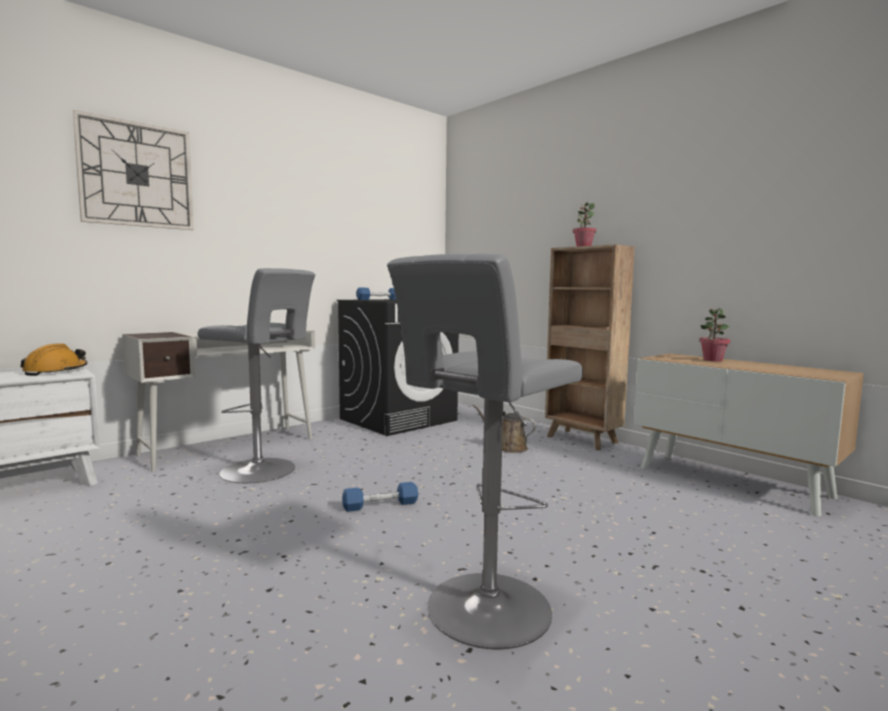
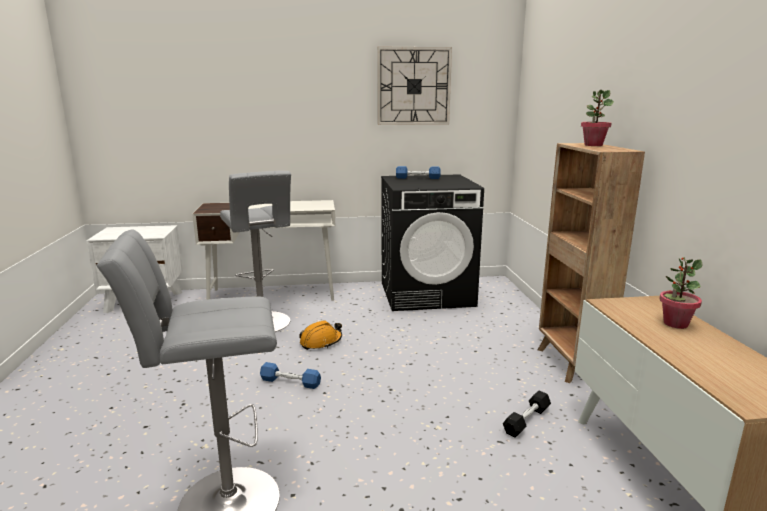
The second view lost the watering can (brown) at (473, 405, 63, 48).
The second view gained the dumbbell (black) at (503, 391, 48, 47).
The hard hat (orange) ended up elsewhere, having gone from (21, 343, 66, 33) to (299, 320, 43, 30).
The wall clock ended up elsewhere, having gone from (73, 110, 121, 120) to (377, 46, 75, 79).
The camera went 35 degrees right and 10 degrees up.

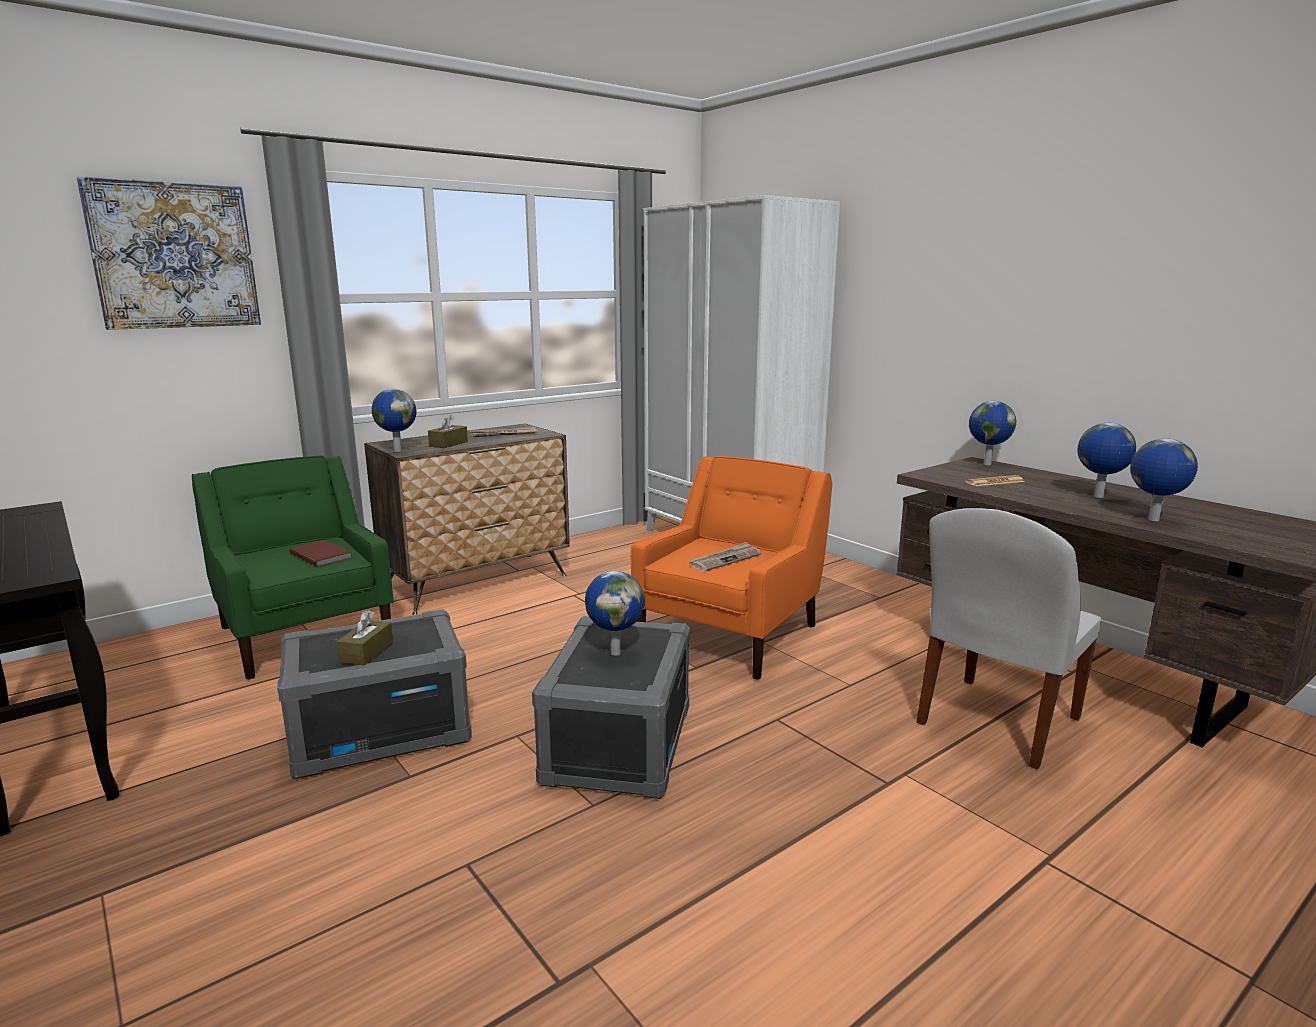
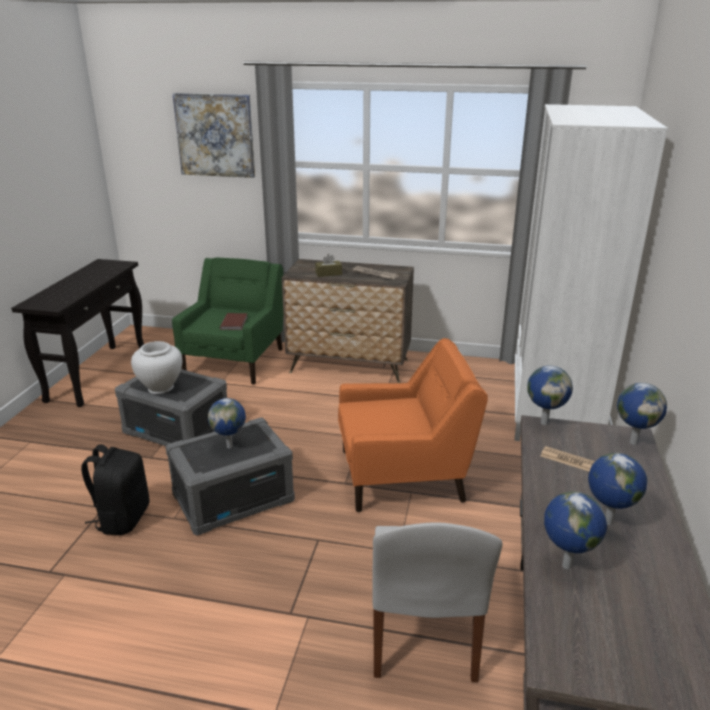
The second view lost the newspaper at (689, 542, 72, 30).
The second view gained the backpack (black) at (81, 444, 68, 91).
The globe ended up elsewhere, having gone from (372, 389, 44, 63) to (527, 365, 46, 60).
Where the tissue box (brown) stood at (337, 610, 56, 55), the vase (white) came to stand at (131, 341, 51, 53).
The chair (white) at (916, 508, 185, 261) ended up facing another way, 90 degrees counterclockwise from before.
The camera went 50 degrees right and 10 degrees up.

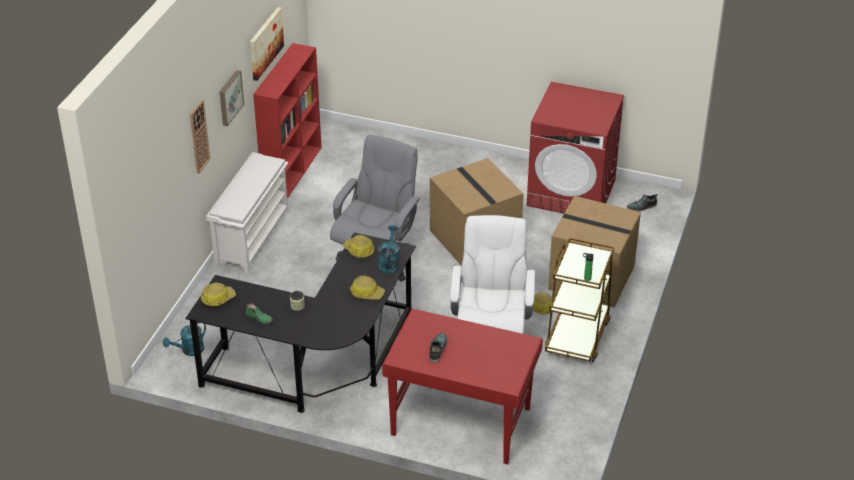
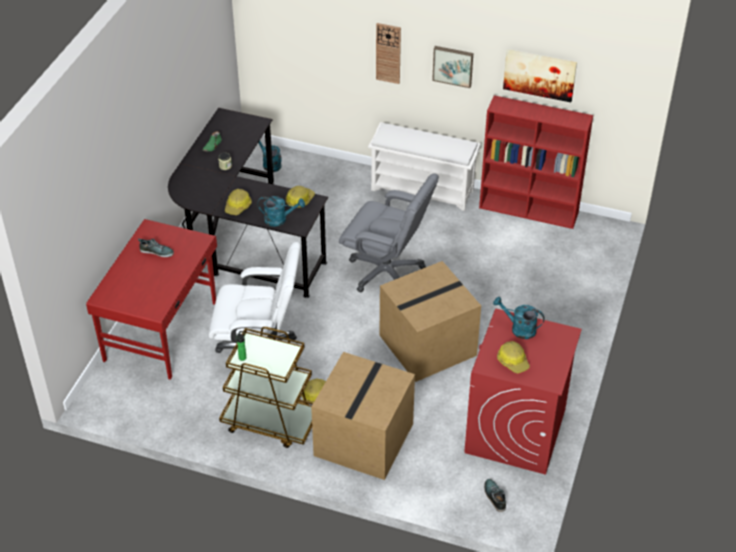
The second view gained the watering can (turquoise) at (493, 297, 52, 42).
The hard hat ended up elsewhere, having gone from (201, 283, 35, 23) to (497, 341, 33, 32).
The camera went 90 degrees right and 5 degrees up.

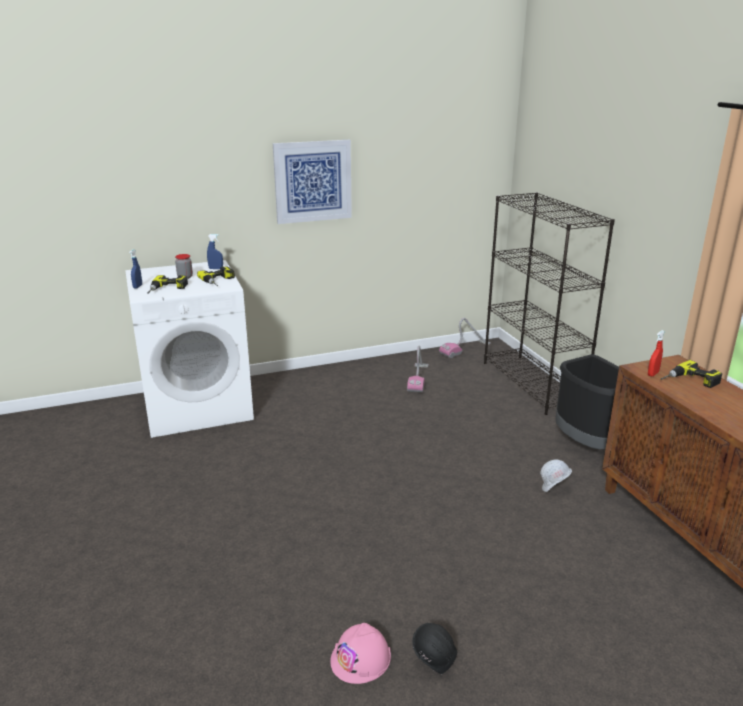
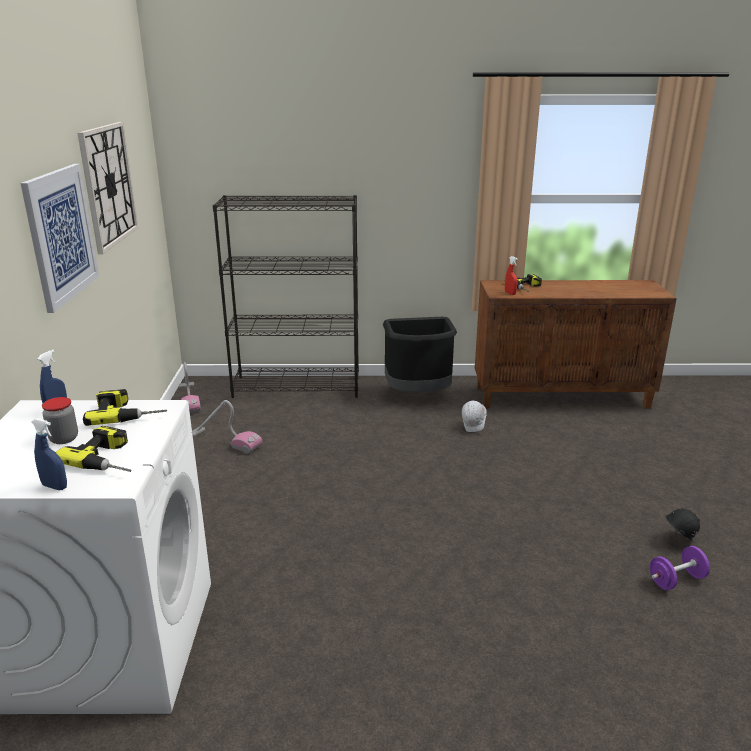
The second view gained the wall clock at (78, 122, 60, 132).
Where the hard hat (pink) stood at (330, 623, 61, 61), the dumbbell (purple) came to stand at (650, 546, 60, 44).
The camera went 70 degrees left and 0 degrees up.

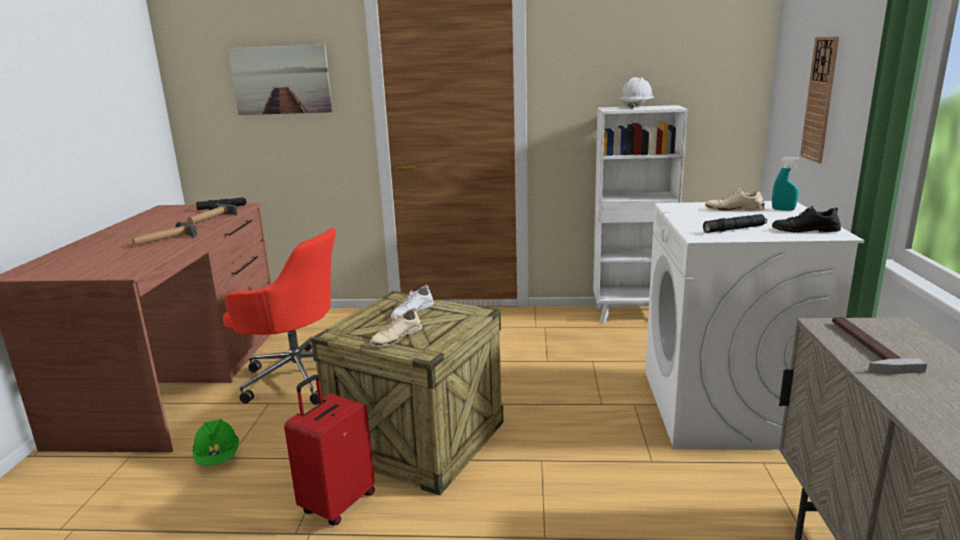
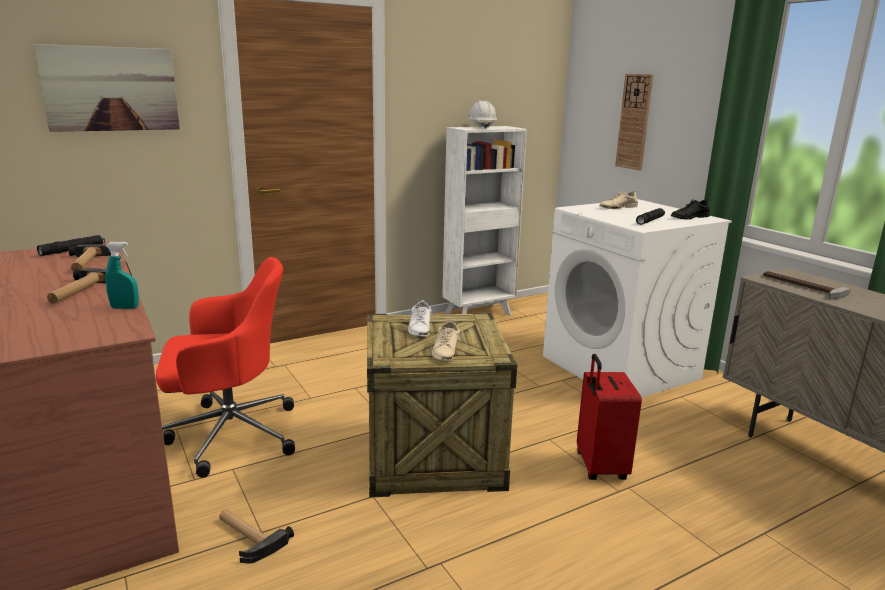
The suitcase (red) ended up elsewhere, having gone from (284, 375, 91, 151) to (577, 354, 65, 126).
The spray bottle (turquoise) ended up elsewhere, having gone from (772, 157, 28, 54) to (105, 242, 34, 67).
Where the hard hat (green) stood at (192, 419, 47, 47), the hammer came to stand at (219, 510, 75, 54).
The camera went 35 degrees left and 0 degrees up.

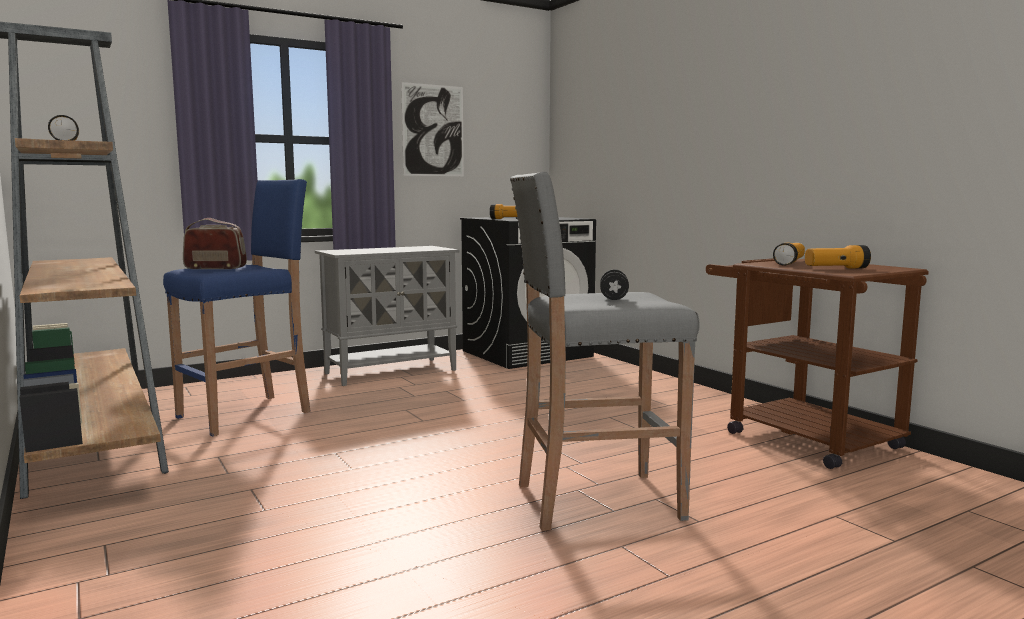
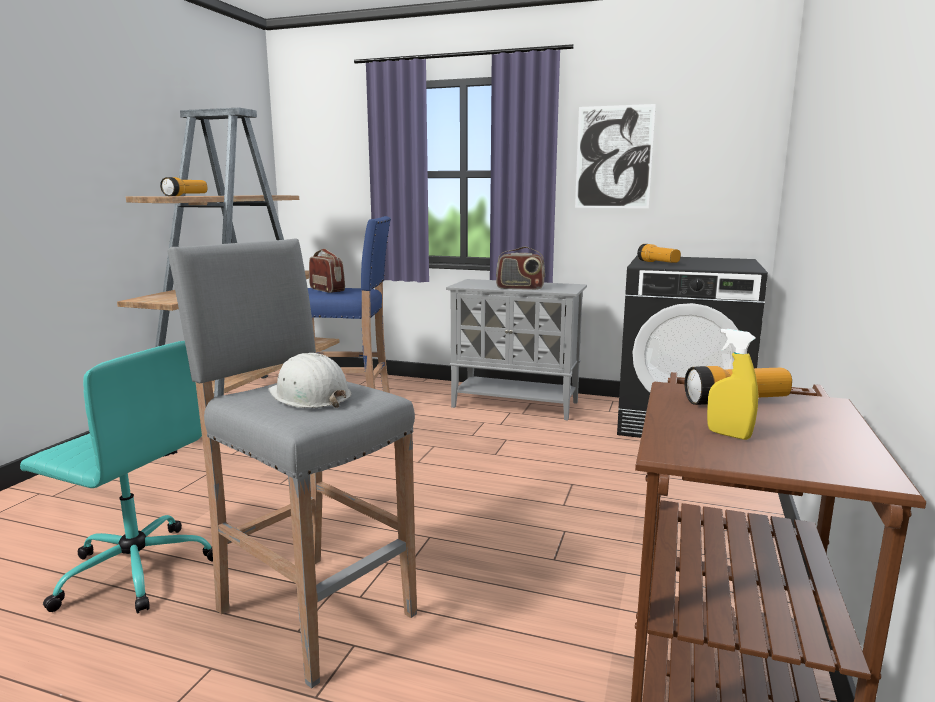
The second view gained the office chair (turquoise) at (20, 341, 193, 272).
The second view gained the radio at (496, 247, 49, 43).
Where the dumbbell (black) stood at (600, 269, 29, 31), the hard hat (white) came to stand at (268, 353, 83, 55).
Where the flashlight stood at (805, 245, 66, 23), the spray bottle (yellow) came to stand at (707, 329, 51, 111).
The camera went 50 degrees right and 5 degrees up.

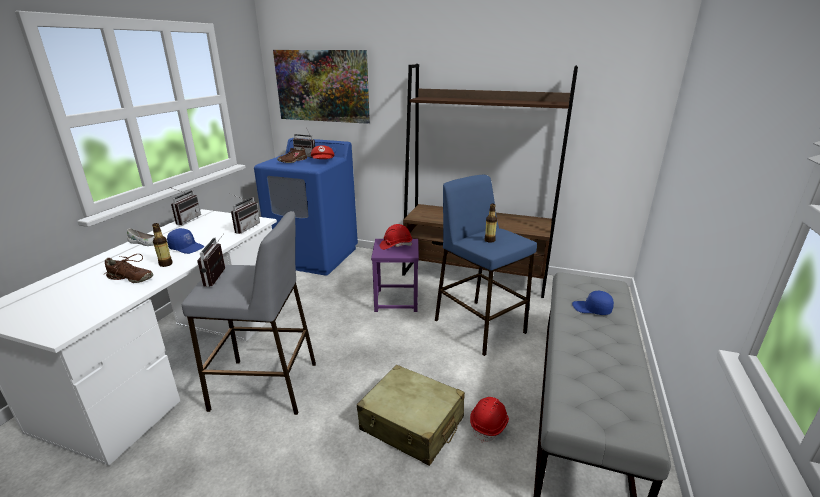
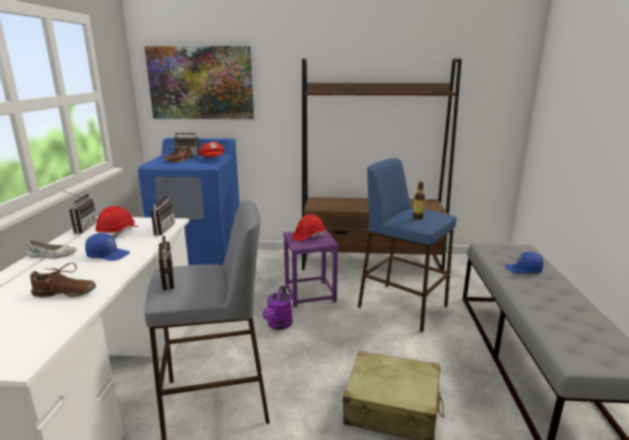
The second view lost the bottle at (152, 223, 20, 44).
The second view gained the watering can (purple) at (263, 286, 30, 44).
The hard hat (red) ended up elsewhere, having gone from (470, 397, 39, 46) to (95, 206, 43, 33).
The camera went 15 degrees left and 5 degrees down.

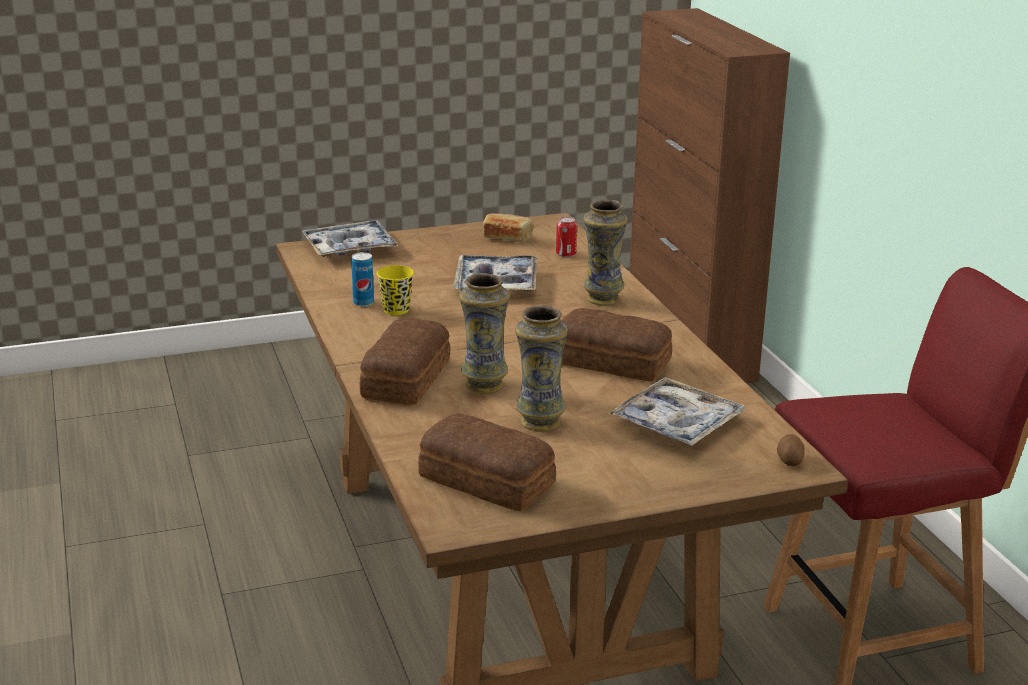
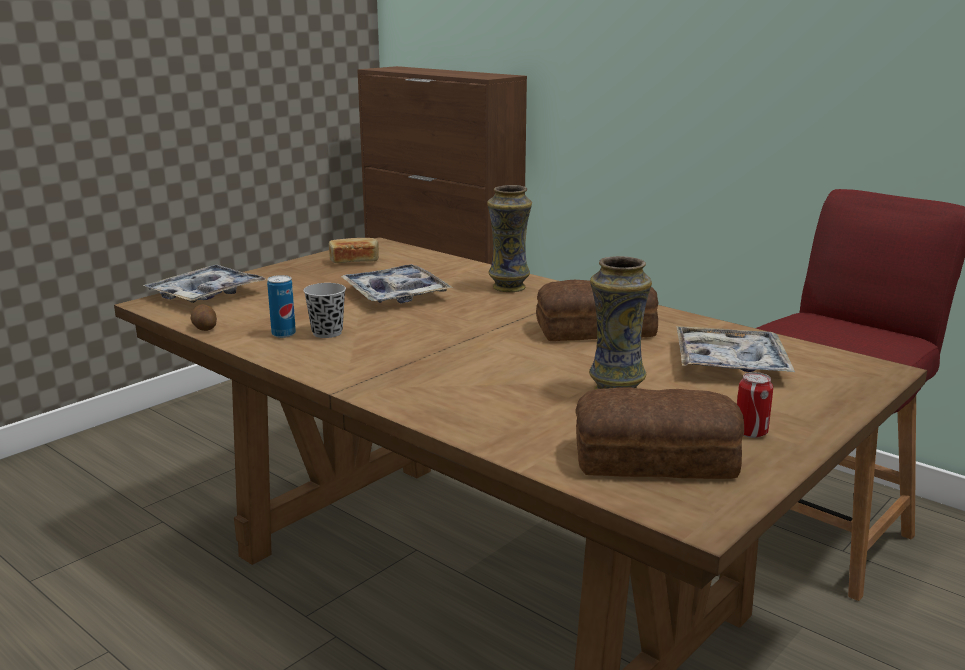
The second view lost the bread at (360, 318, 91, 87).
The second view lost the vase at (459, 273, 50, 120).
The can ended up elsewhere, having gone from (556, 217, 21, 40) to (737, 372, 36, 66).
The potato ended up elsewhere, having gone from (777, 434, 28, 32) to (190, 304, 27, 27).
What was the cup (yellow) at (377, 265, 37, 50) turned into the cup (black) at (303, 283, 43, 55).
The camera went 30 degrees left and 5 degrees down.

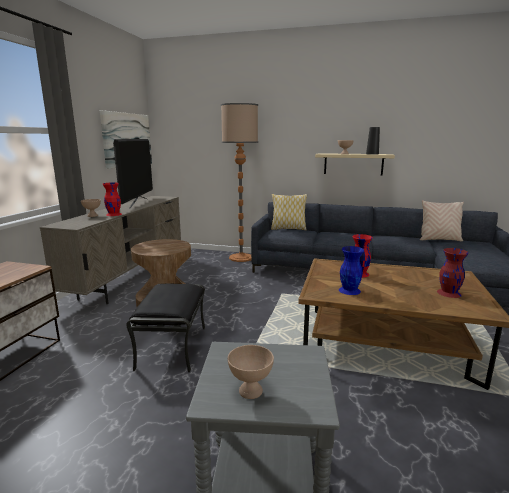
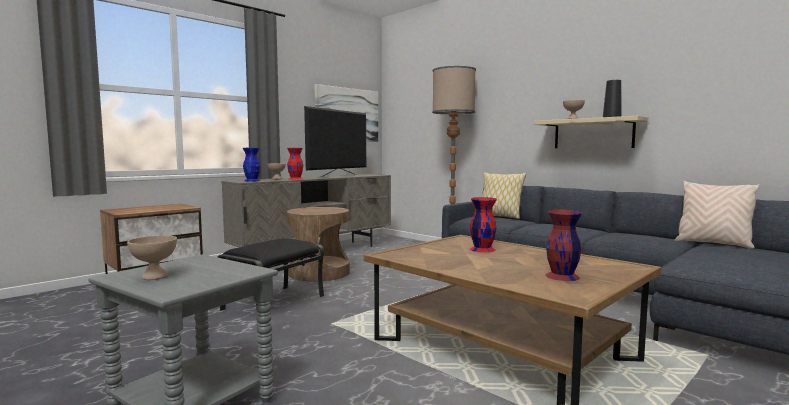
The vase (blue) ended up elsewhere, having gone from (339, 246, 25, 49) to (243, 148, 17, 33).
The camera went 30 degrees right and 10 degrees down.

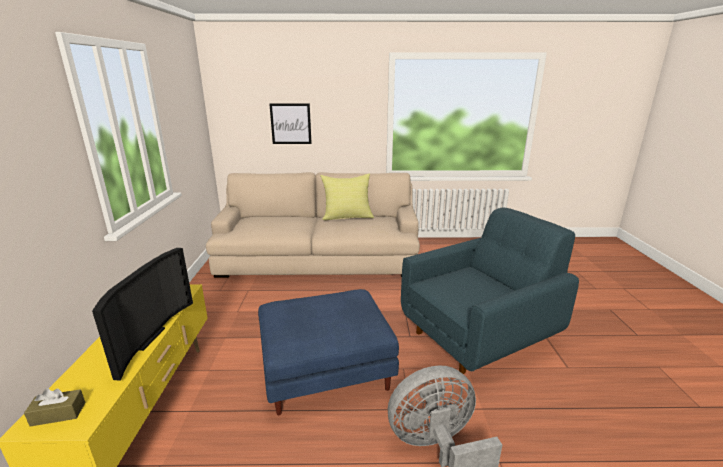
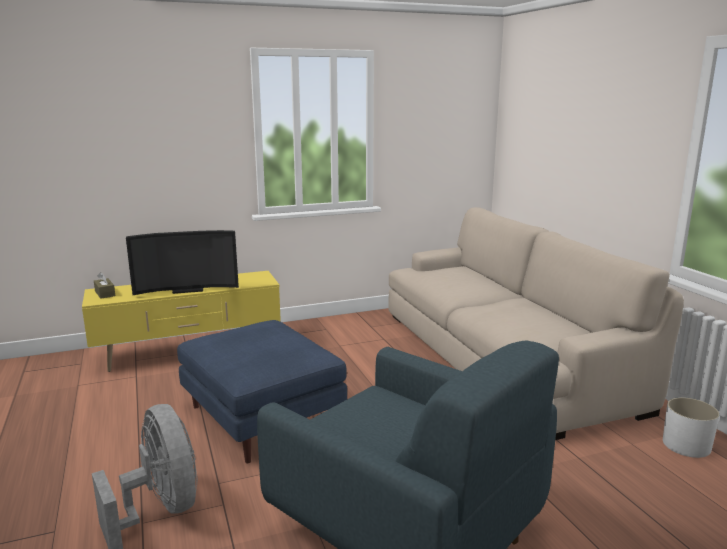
The second view lost the picture at (269, 103, 43, 41).
The second view lost the pillow (yellow) at (320, 173, 54, 47).
The second view gained the planter (white) at (663, 397, 57, 61).
The camera went 70 degrees right and 5 degrees down.

